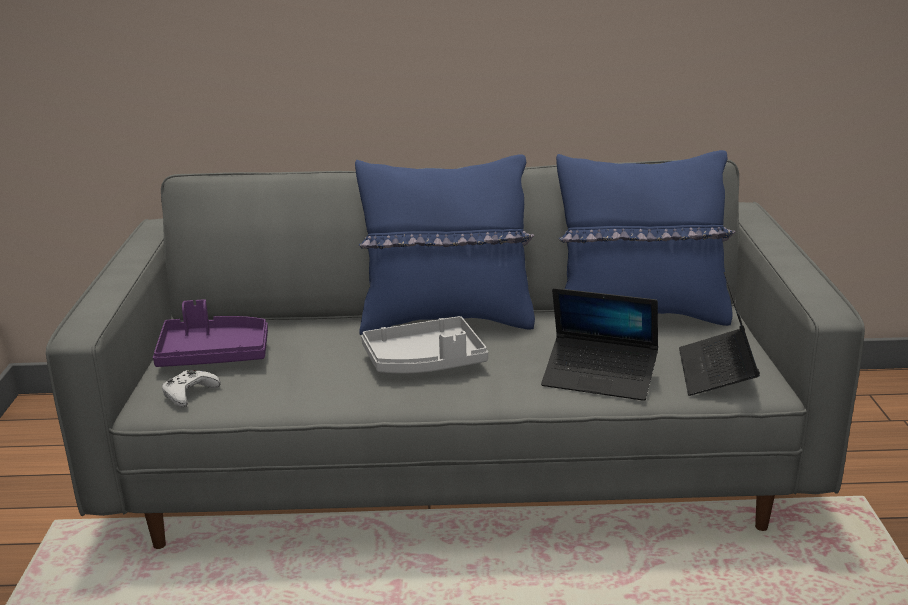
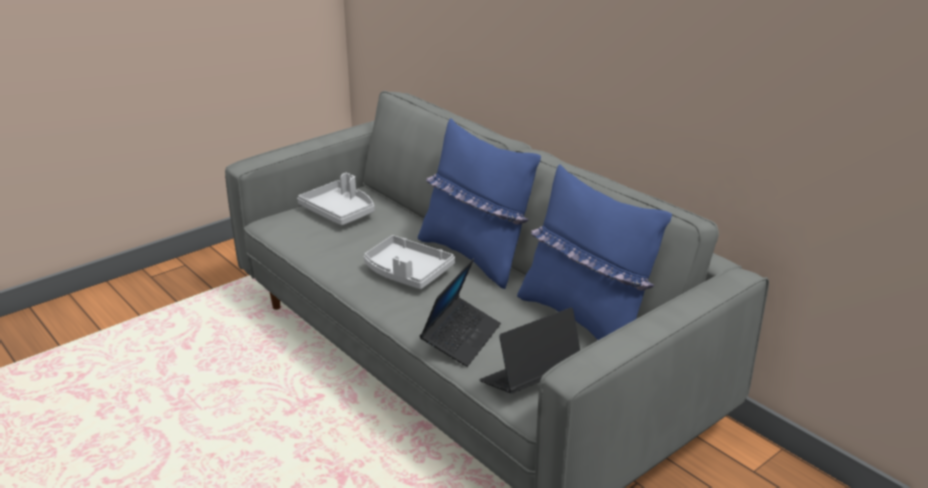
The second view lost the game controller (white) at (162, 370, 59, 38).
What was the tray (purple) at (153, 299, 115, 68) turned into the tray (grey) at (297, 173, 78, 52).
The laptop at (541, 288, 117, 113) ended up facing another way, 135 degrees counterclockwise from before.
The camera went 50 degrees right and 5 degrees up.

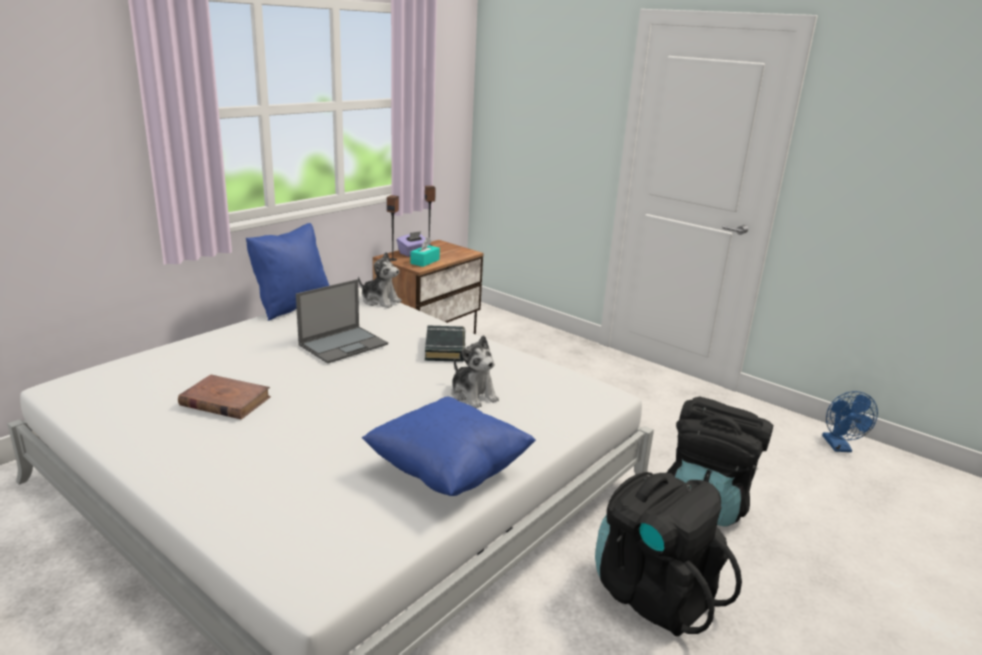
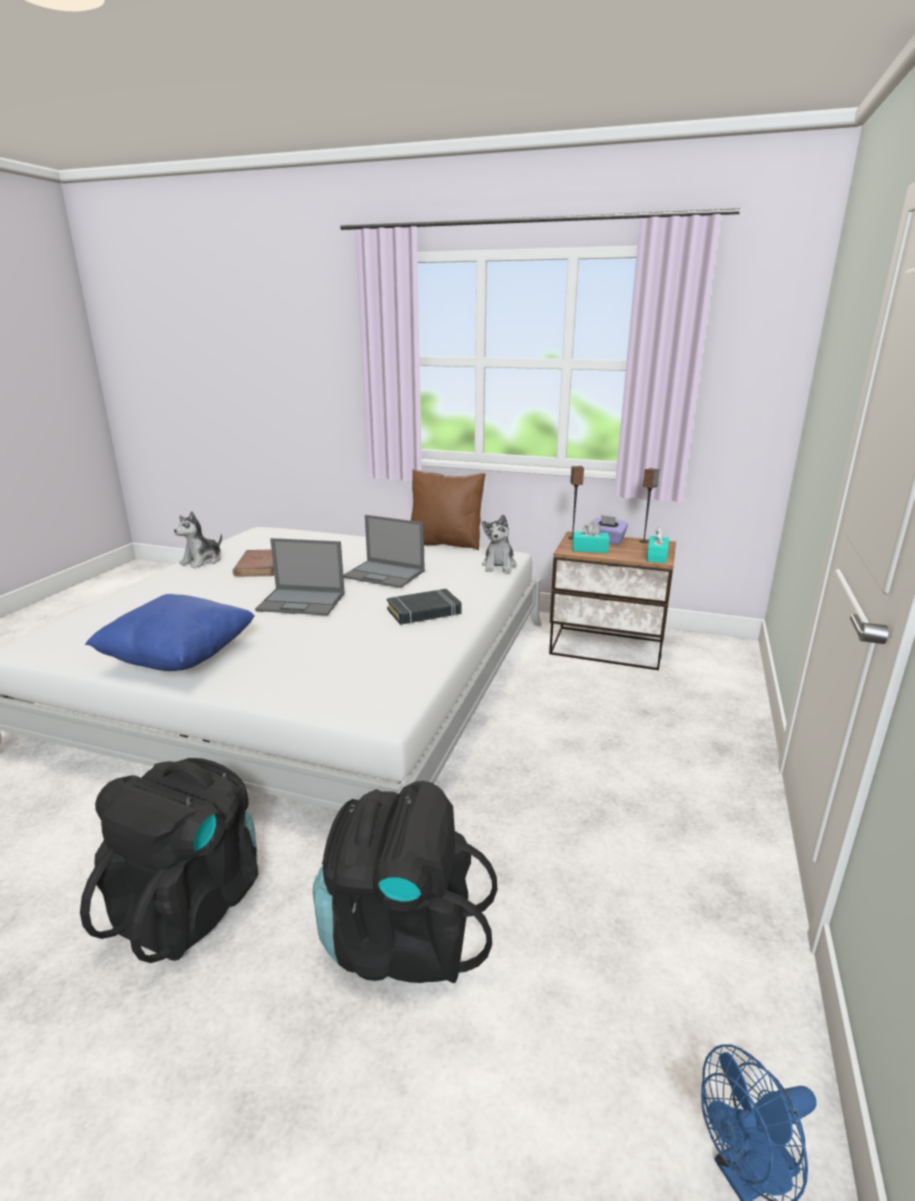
The second view gained the laptop at (255, 538, 90, 78).
The second view gained the tissue box (turquoise) at (647, 527, 22, 36).
The plush toy ended up elsewhere, having gone from (451, 335, 48, 73) to (174, 511, 48, 57).
What was the pillow (blue) at (246, 223, 83, 98) turned into the pillow (brown) at (411, 469, 75, 81).
The camera went 70 degrees right and 0 degrees up.

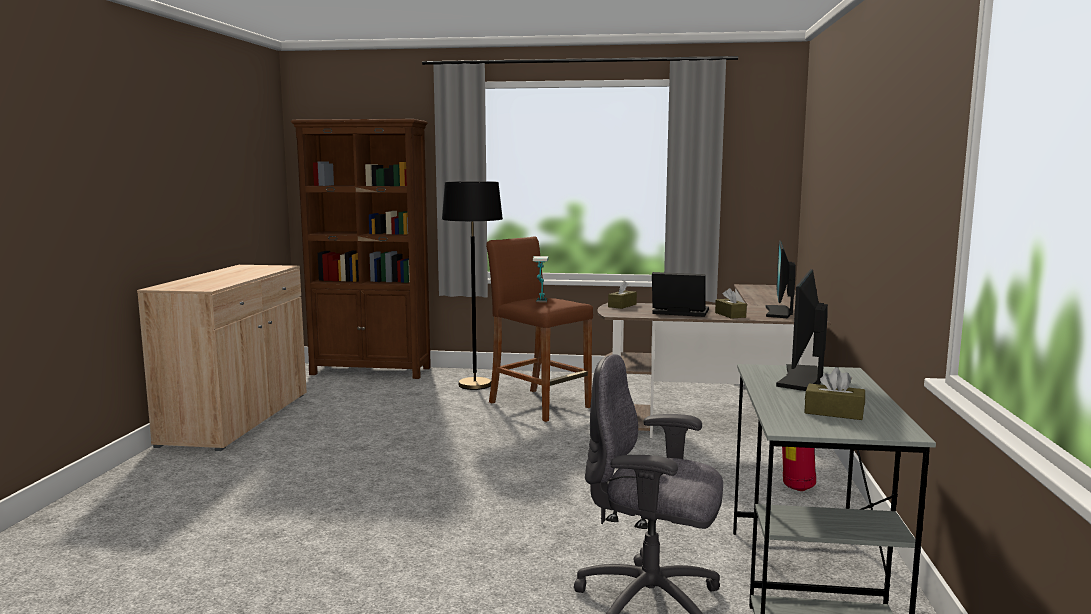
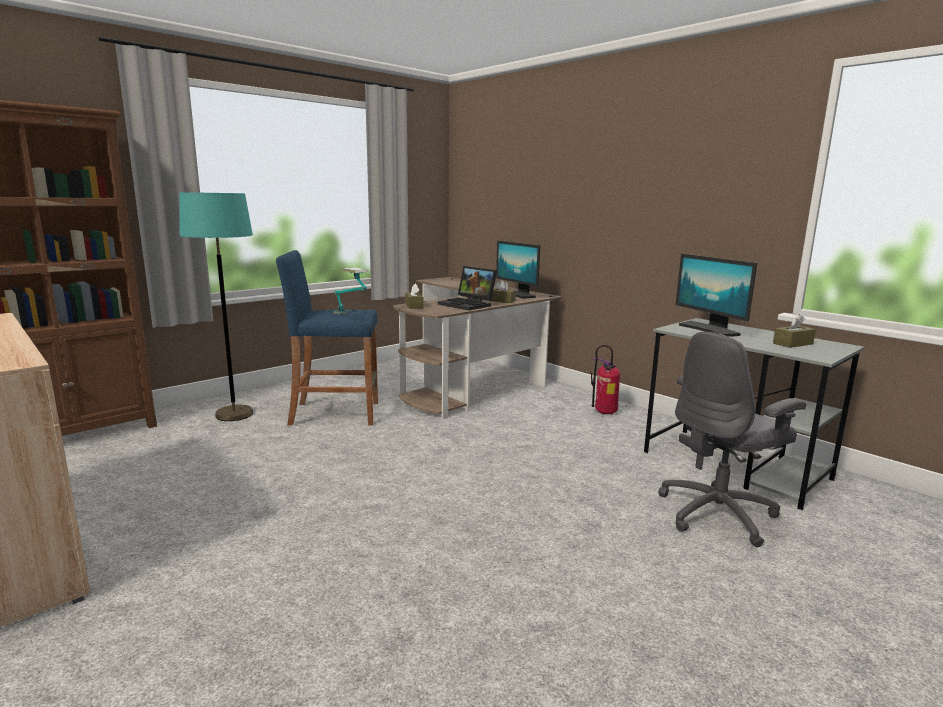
What was the floor lamp (black) at (442, 181, 61, 209) turned into the floor lamp (turquoise) at (179, 192, 74, 229).
What was the stool (brown) at (486, 236, 107, 186) turned into the stool (blue) at (276, 250, 102, 175).
The laptop at (652, 272, 57, 45) ended up facing another way, 105 degrees counterclockwise from before.
The camera went 50 degrees left and 5 degrees up.

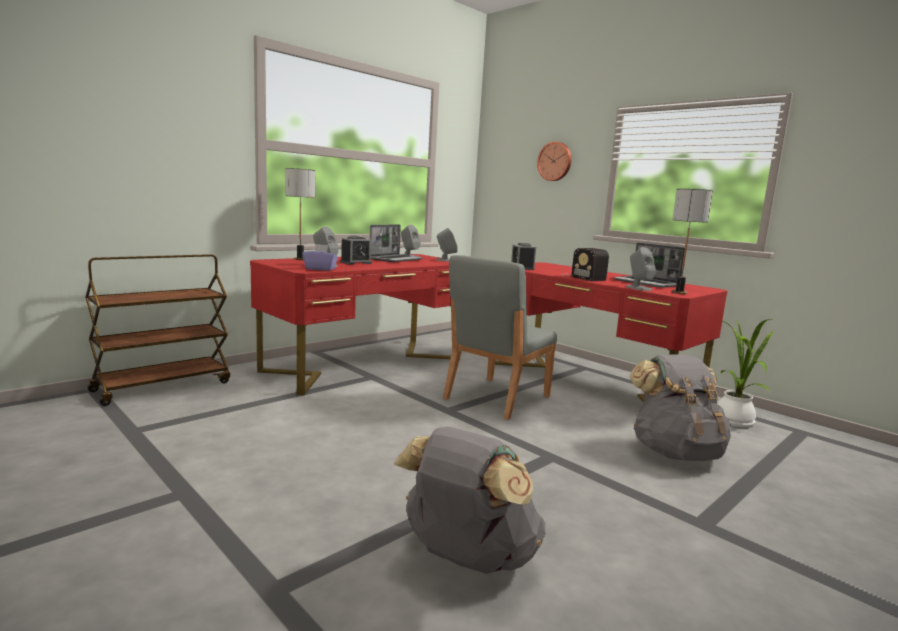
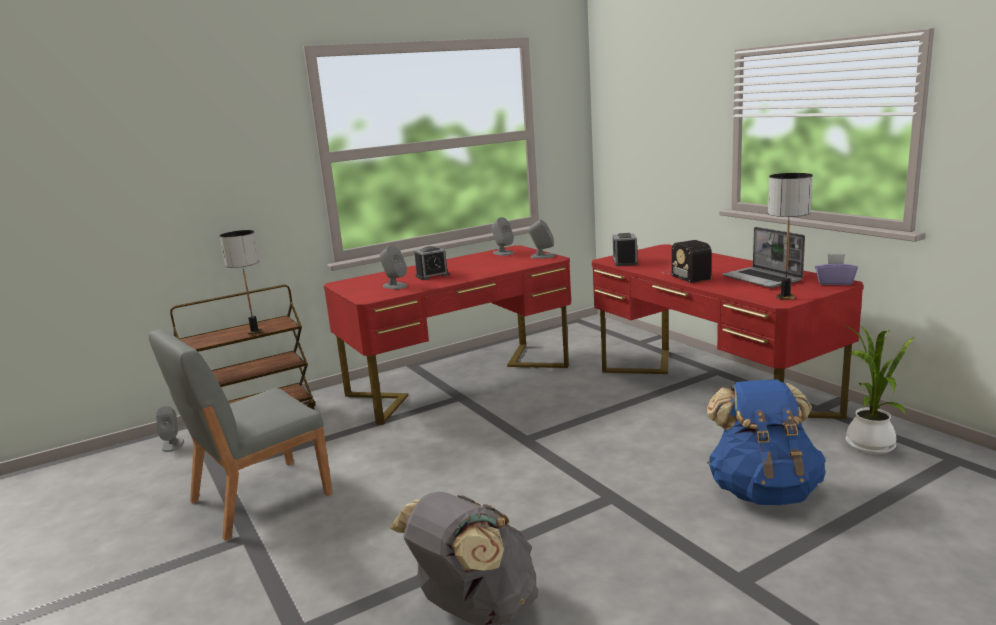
The second view lost the laptop at (370, 225, 53, 37).
The second view lost the wall clock at (537, 141, 34, 40).
The table lamp ended up elsewhere, having gone from (286, 168, 29, 92) to (220, 230, 42, 105).
The tissue box (purple) ended up elsewhere, having gone from (302, 244, 36, 27) to (815, 254, 43, 31).
The chair (grey) ended up elsewhere, having gone from (443, 255, 114, 165) to (149, 329, 184, 212).
The speaker (grey) ended up elsewhere, having gone from (626, 247, 30, 44) to (156, 406, 28, 46).
What was the backpack (grey) at (630, 354, 101, 107) turned into the backpack (blue) at (706, 379, 120, 126).
The camera went 15 degrees right and 5 degrees up.

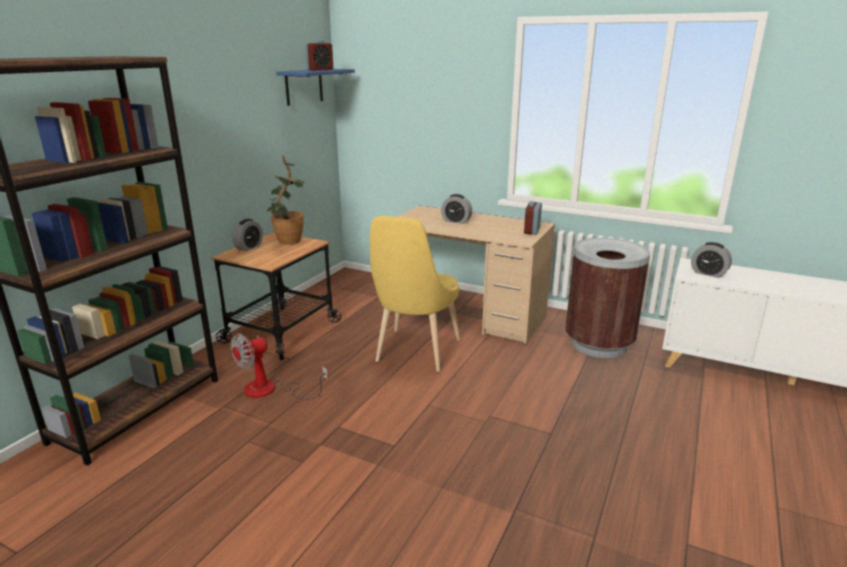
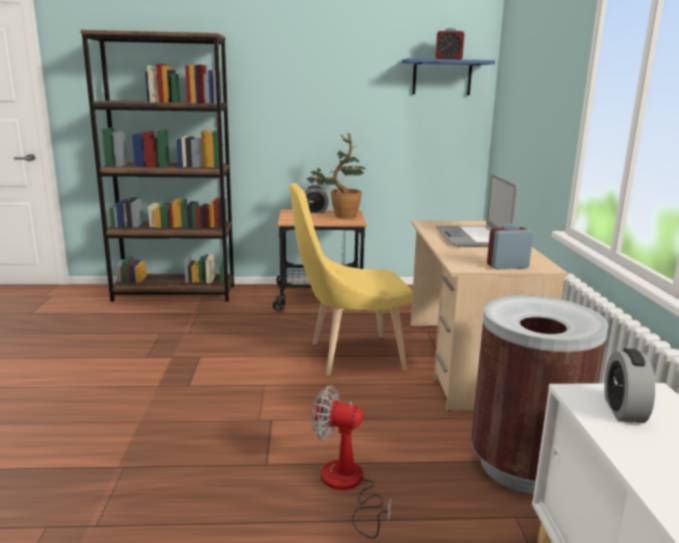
The fan ended up elsewhere, having gone from (231, 333, 97, 67) to (312, 385, 79, 154).
Where the alarm clock stood at (441, 194, 31, 30), the laptop came to stand at (436, 174, 82, 73).
The camera went 60 degrees right and 5 degrees down.

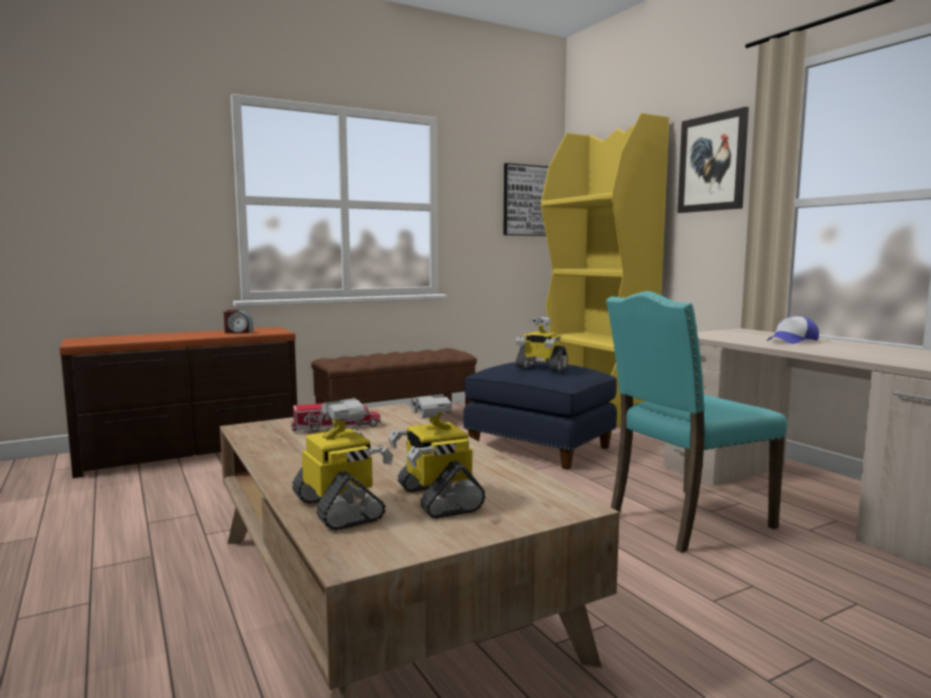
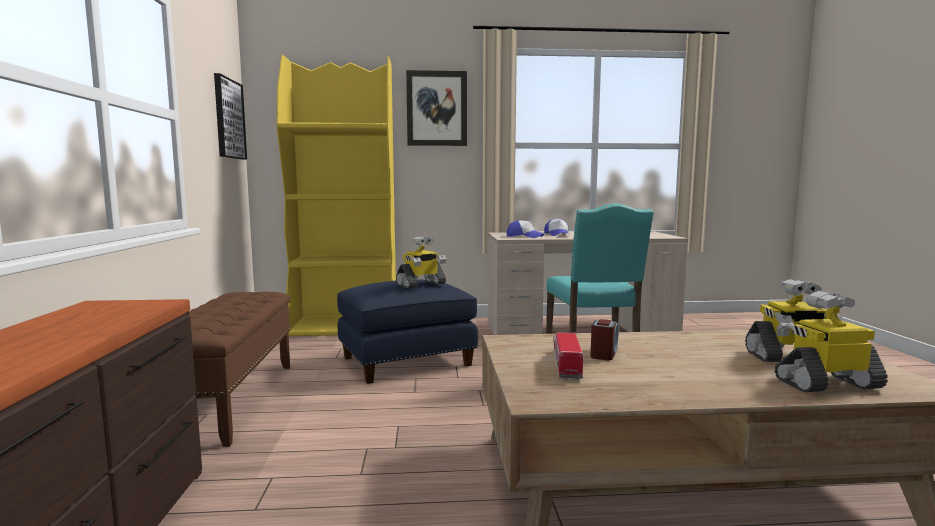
The second view gained the cap at (507, 220, 37, 18).
The alarm clock ended up elsewhere, having gone from (224, 310, 29, 23) to (590, 319, 29, 41).
The camera went 65 degrees left and 0 degrees up.

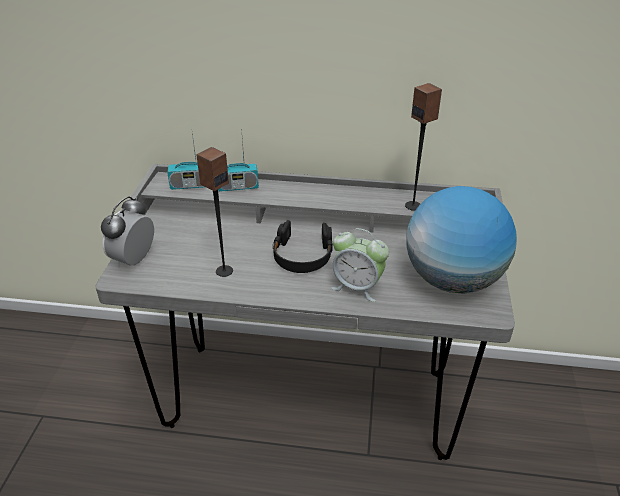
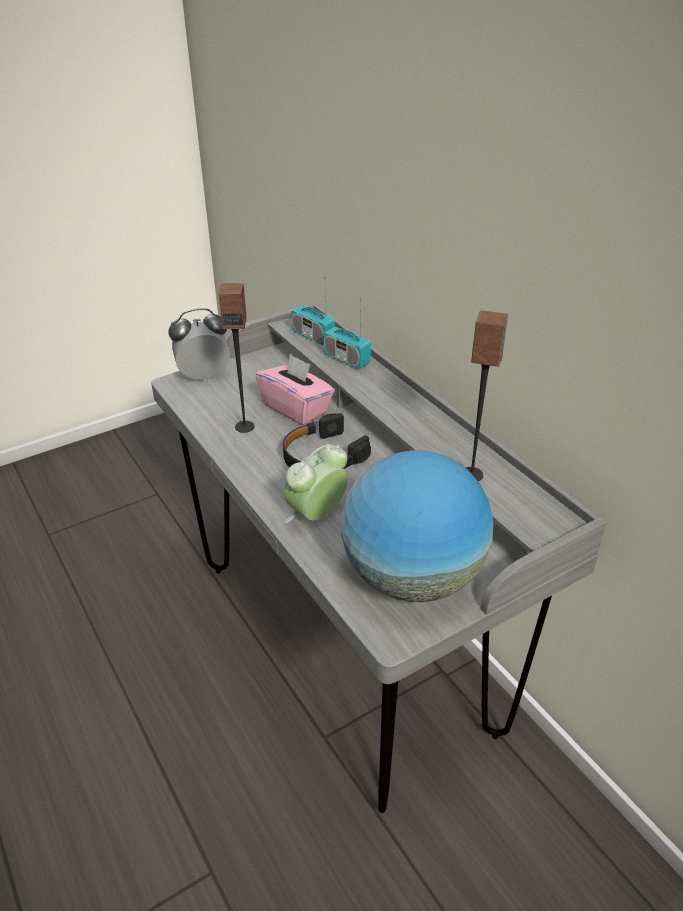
The second view gained the tissue box (pink) at (255, 354, 80, 71).
The alarm clock at (331, 228, 58, 74) ended up facing another way, 60 degrees clockwise from before.
The camera went 50 degrees right and 0 degrees up.

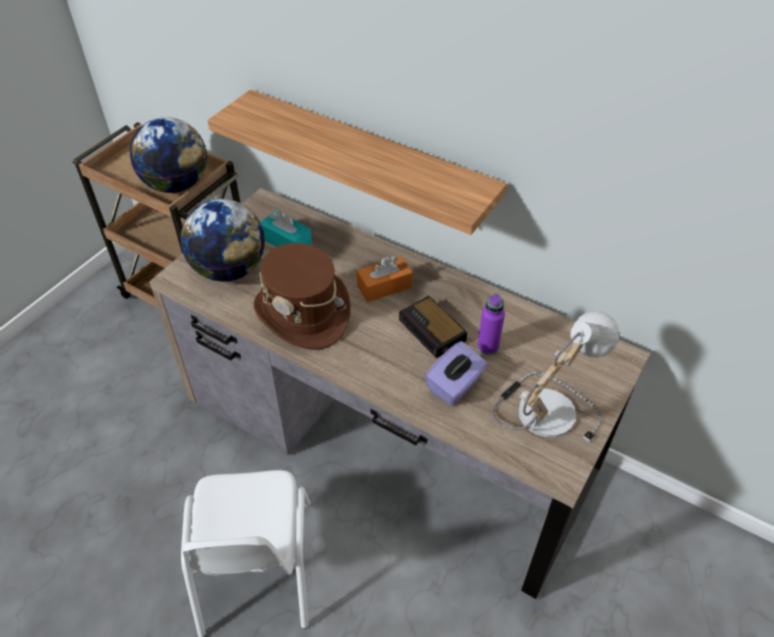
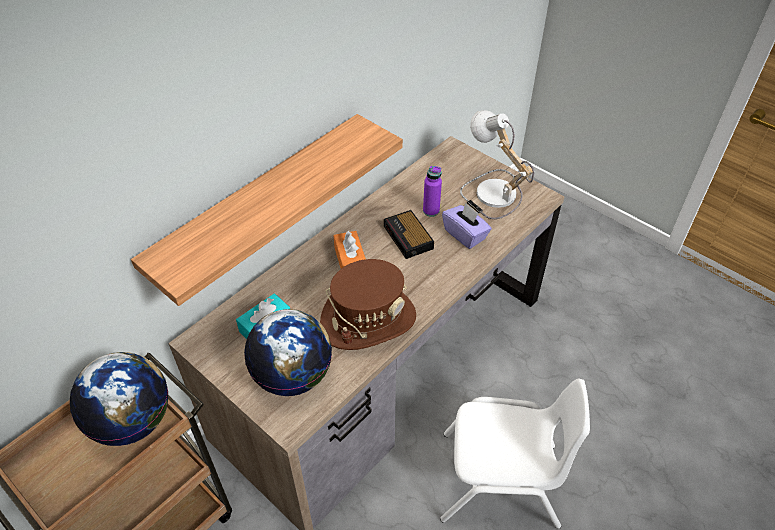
The alarm clock at (399, 296, 68, 62) ended up facing another way, 90 degrees clockwise from before.
The camera went 80 degrees left and 0 degrees up.

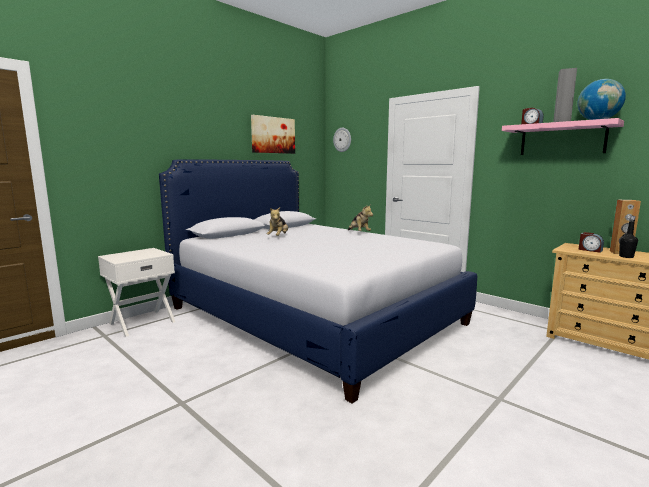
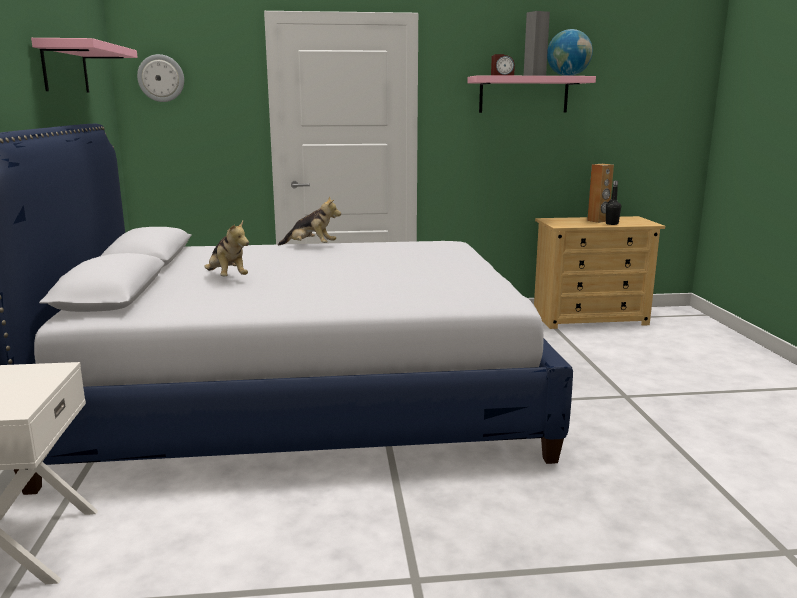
The second view lost the alarm clock at (579, 232, 25, 21).
Where the picture hung at (251, 115, 44, 39), the shelf (pink) came to hang at (31, 38, 107, 55).
The camera went 50 degrees left and 5 degrees up.

